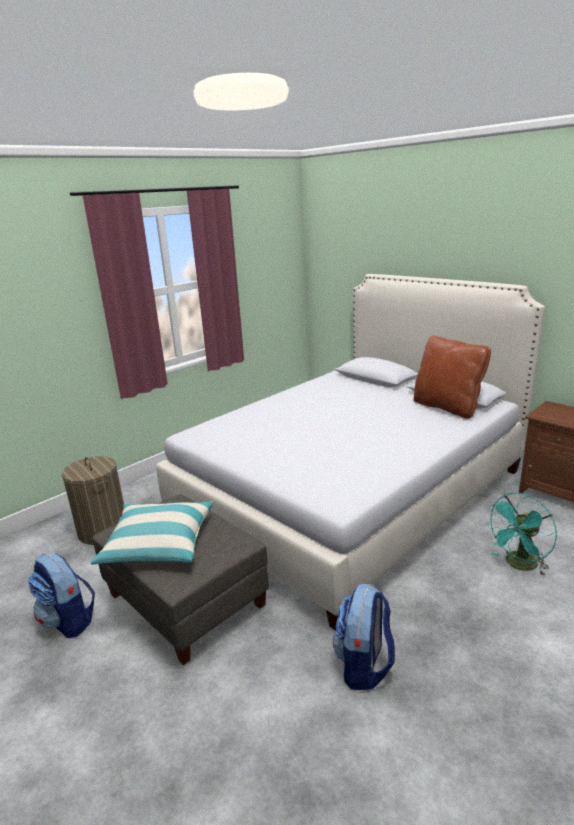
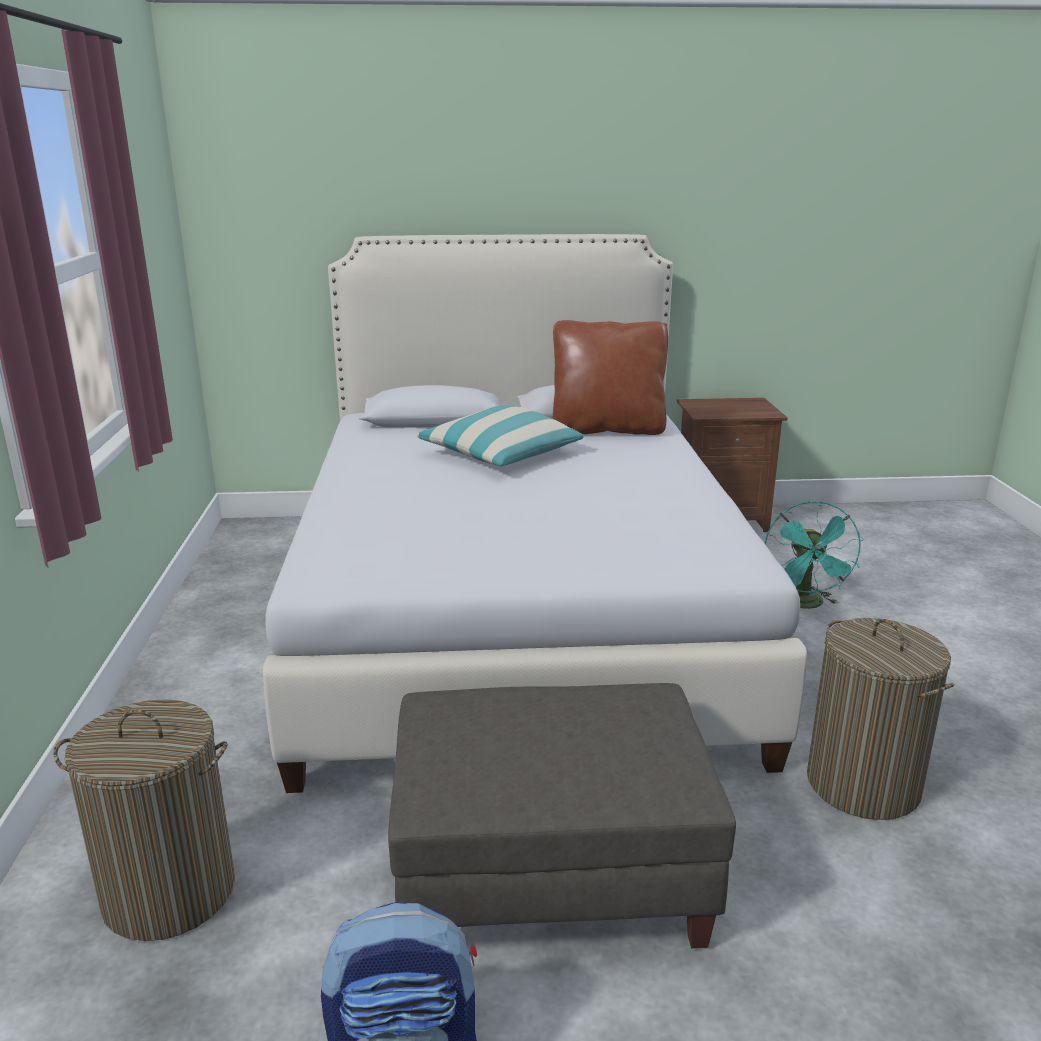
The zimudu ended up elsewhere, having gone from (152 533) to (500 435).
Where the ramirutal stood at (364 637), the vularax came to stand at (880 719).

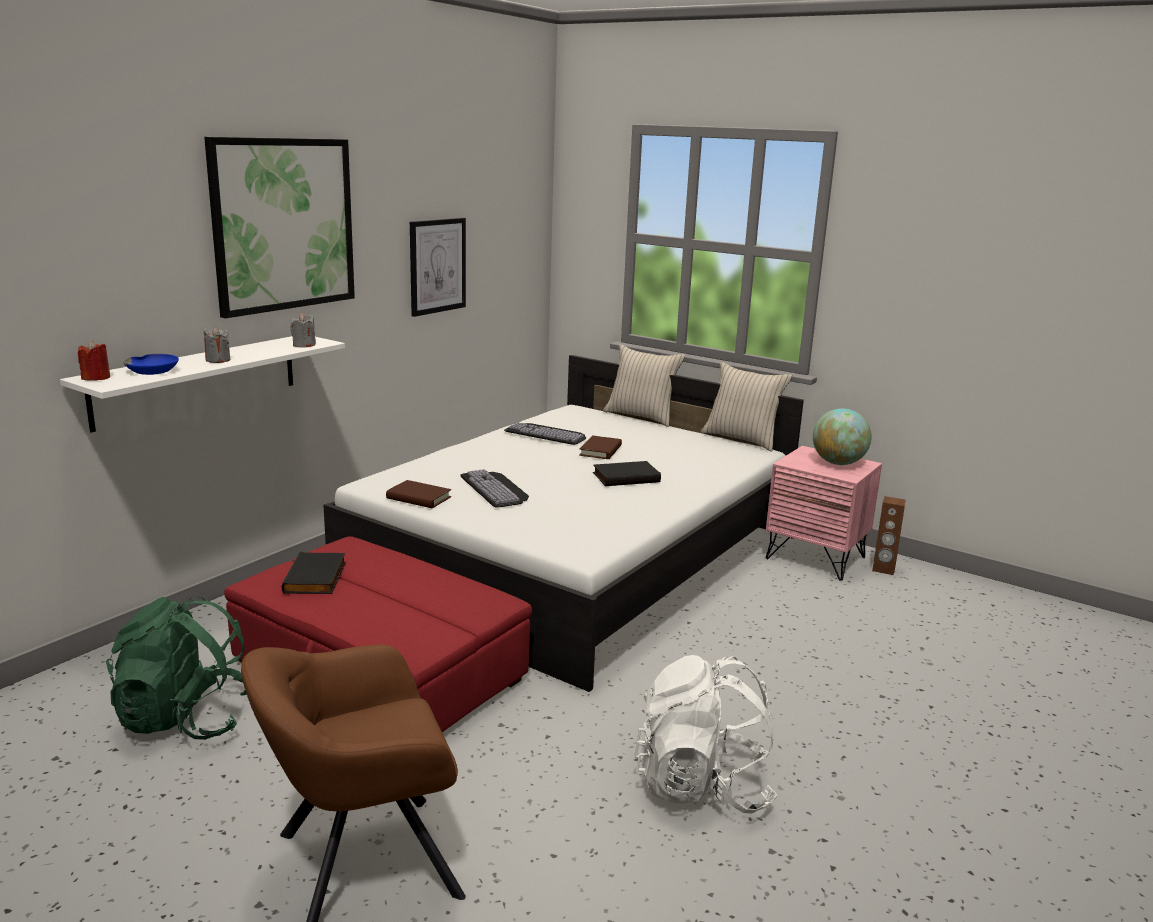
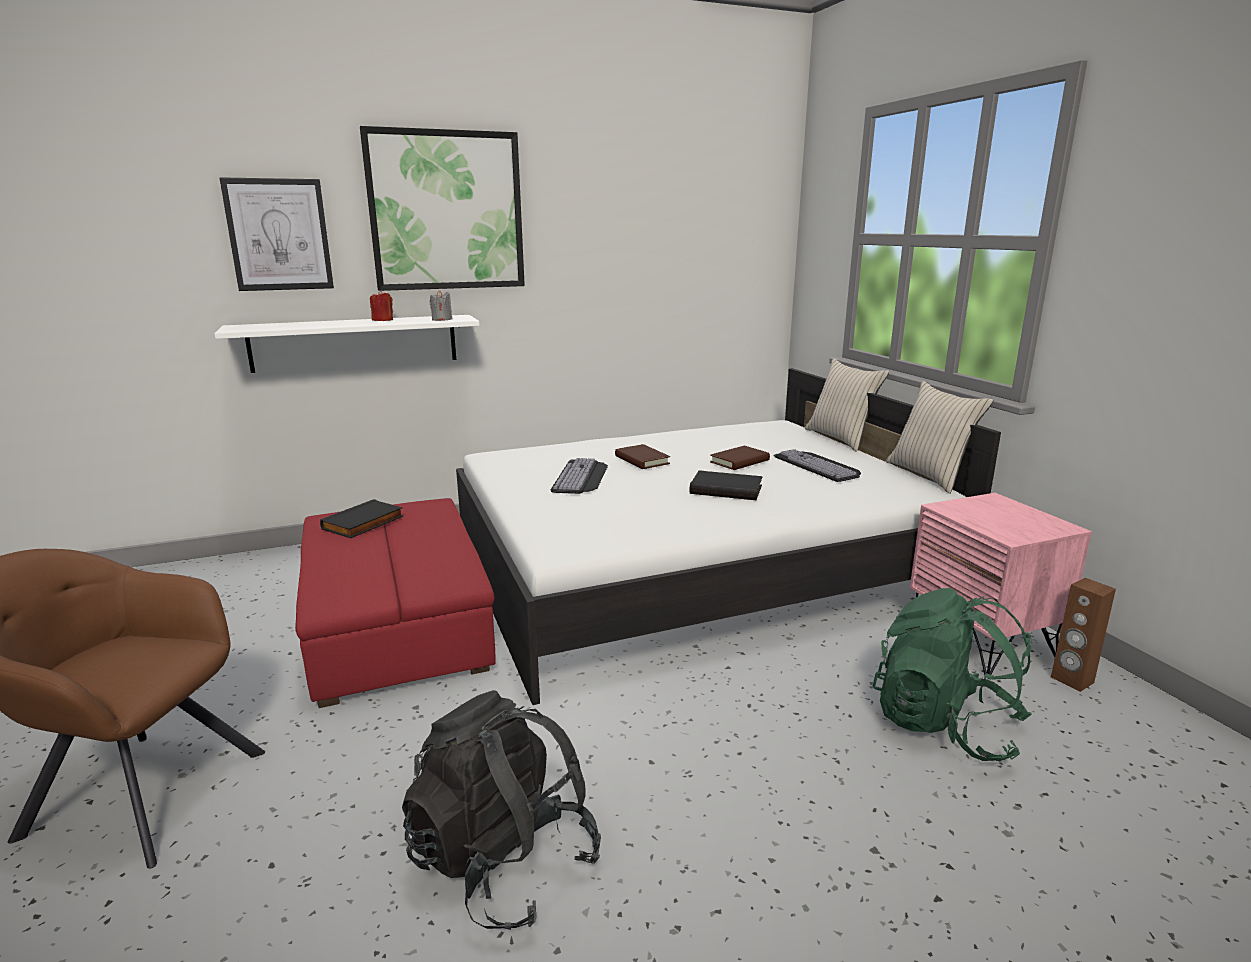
The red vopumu ended up elsewhere, having gone from (94 361) to (381 305).
The green ramirutal ended up elsewhere, having gone from (176 668) to (952 674).
The second view lost the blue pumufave at (151 364).
The second view lost the grey vopumu at (217 344).
The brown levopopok ended up elsewhere, having gone from (418 494) to (642 456).
The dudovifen ended up elsewhere, having gone from (438 267) to (276 234).
The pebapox ended up elsewhere, having gone from (545 433) to (817 465).
What was the white ramirutal at (705 734) turned into the black ramirutal at (501 810).
The second view lost the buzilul at (842 436).

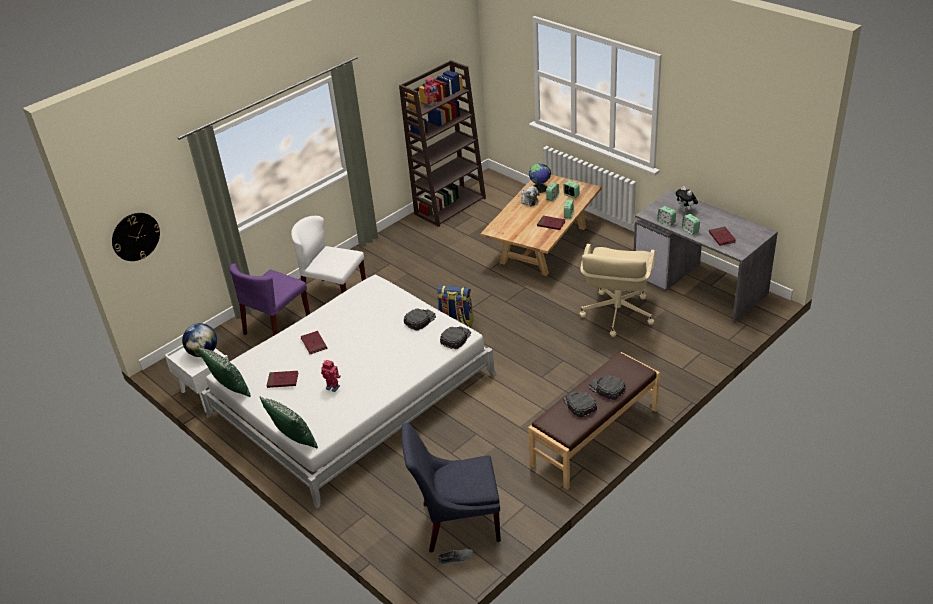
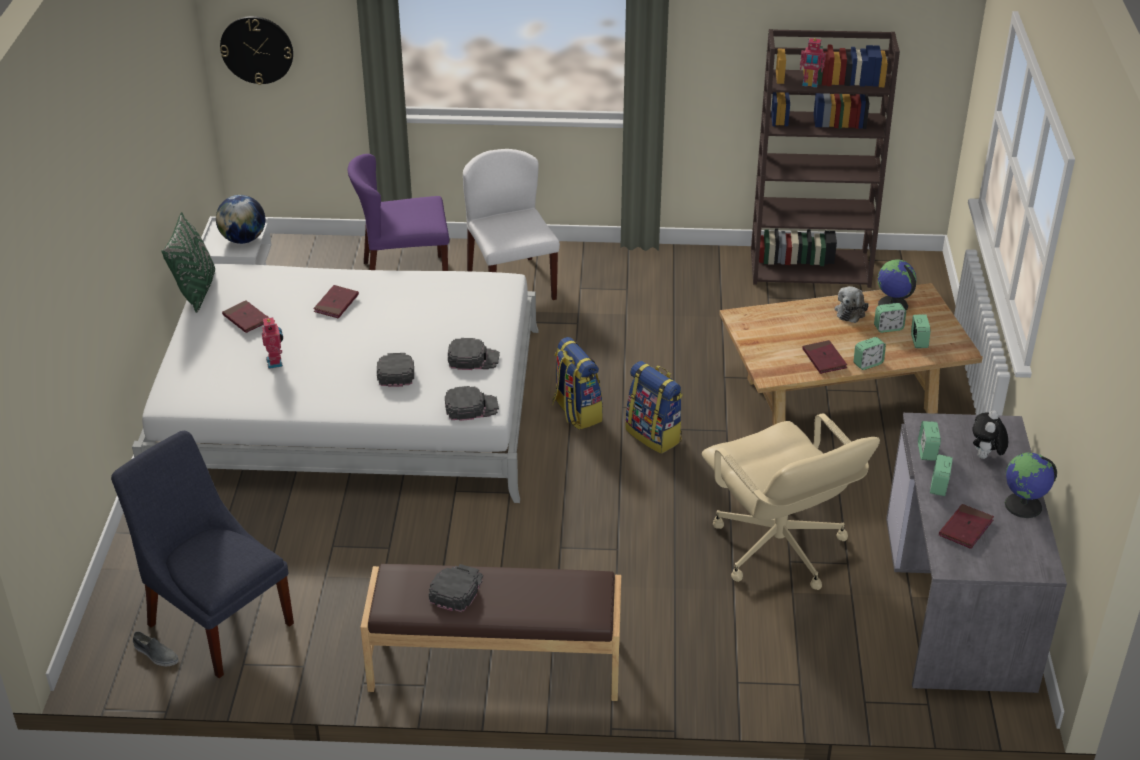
The second view lost the green zimudu at (289 422).
The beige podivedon at (617 290) ended up facing another way, 90 degrees counterclockwise from before.
The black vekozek ended up elsewhere, having gone from (607 388) to (395 370).
The second view gained the ramirutal at (654 407).
The second view gained the buzilul at (1031 485).

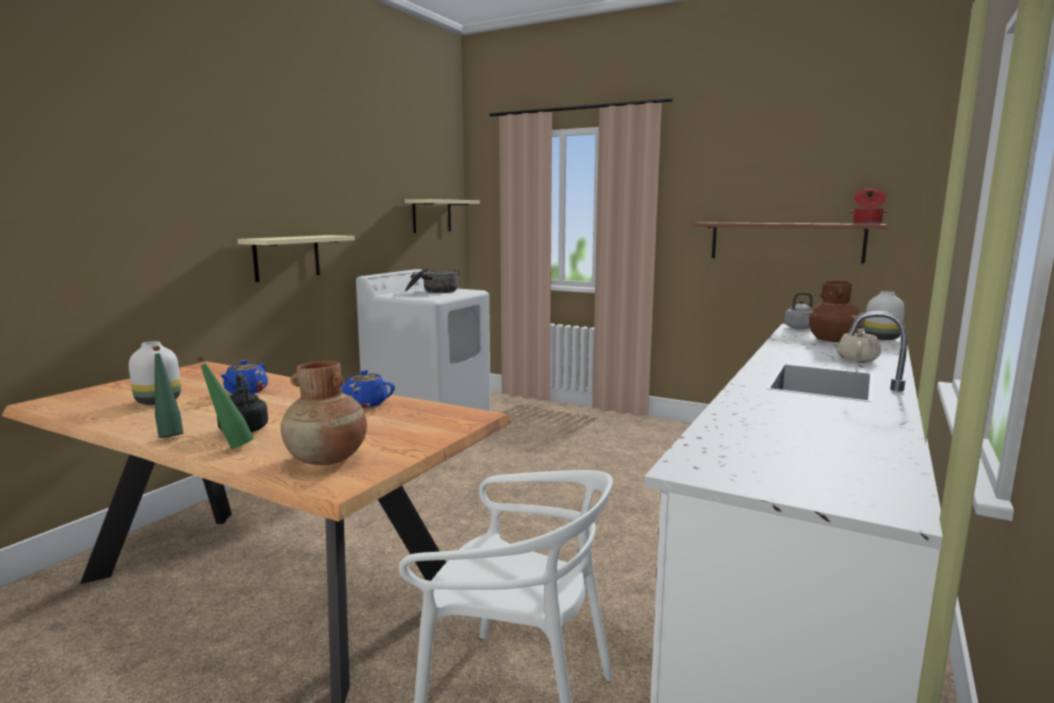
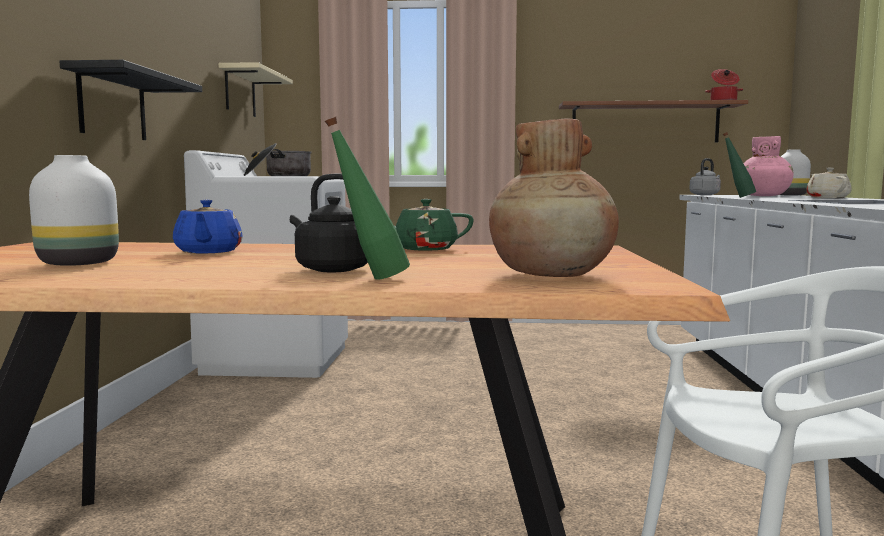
The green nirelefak ended up elsewhere, having gone from (168 392) to (739 165).
What was the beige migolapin at (296 258) turned into the black migolapin at (130 100).
What was the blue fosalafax at (368 389) turned into the green fosalafax at (434 225).
What was the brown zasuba at (836 311) turned into the pink zasuba at (769 166).

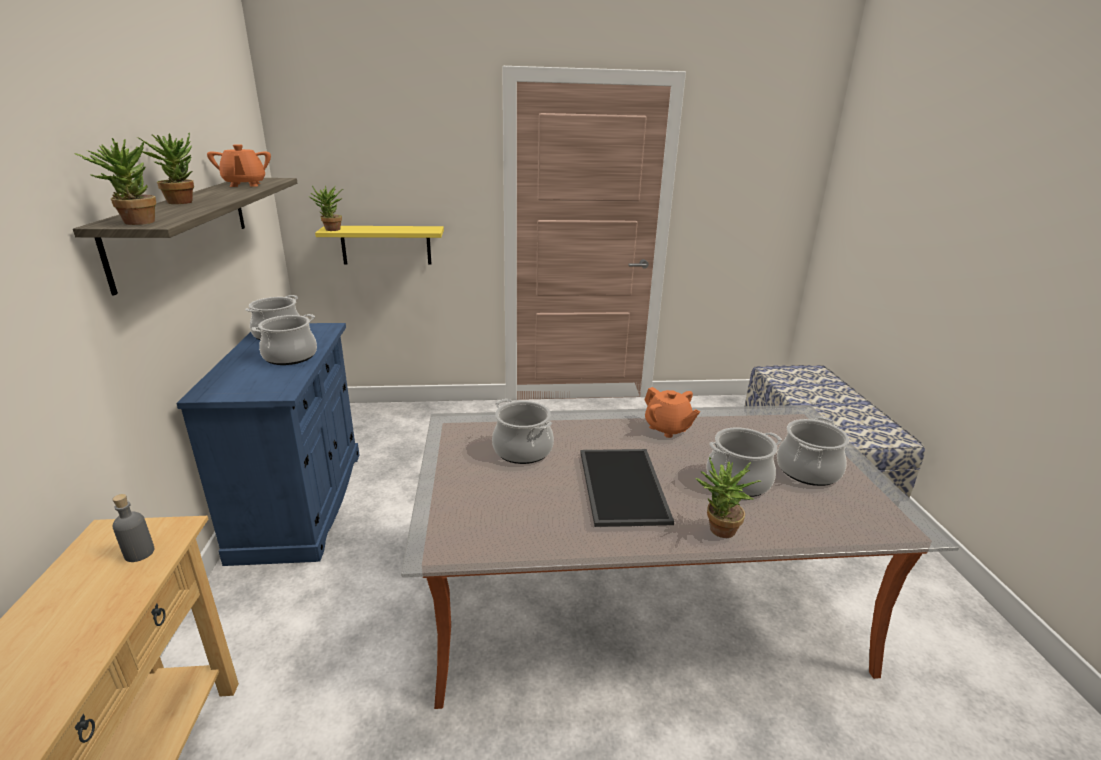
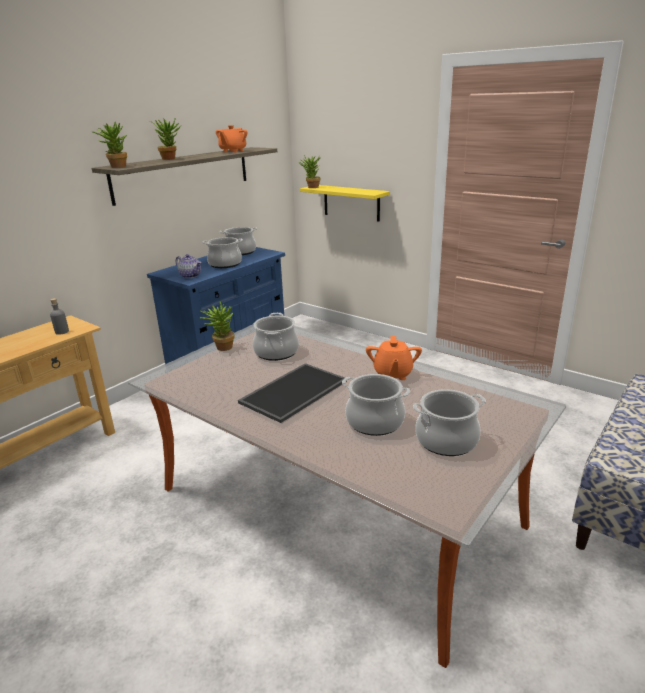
The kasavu ended up elsewhere, having gone from (728 497) to (217 326).
The second view gained the fosalafax at (189 266).

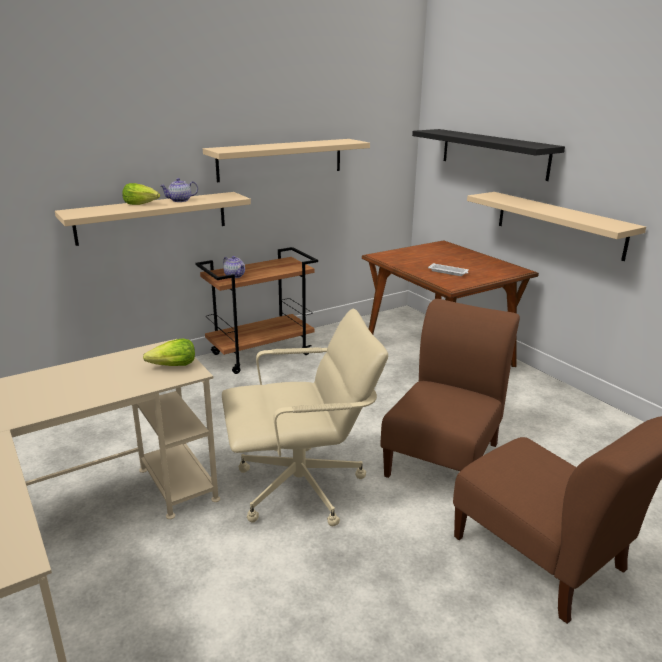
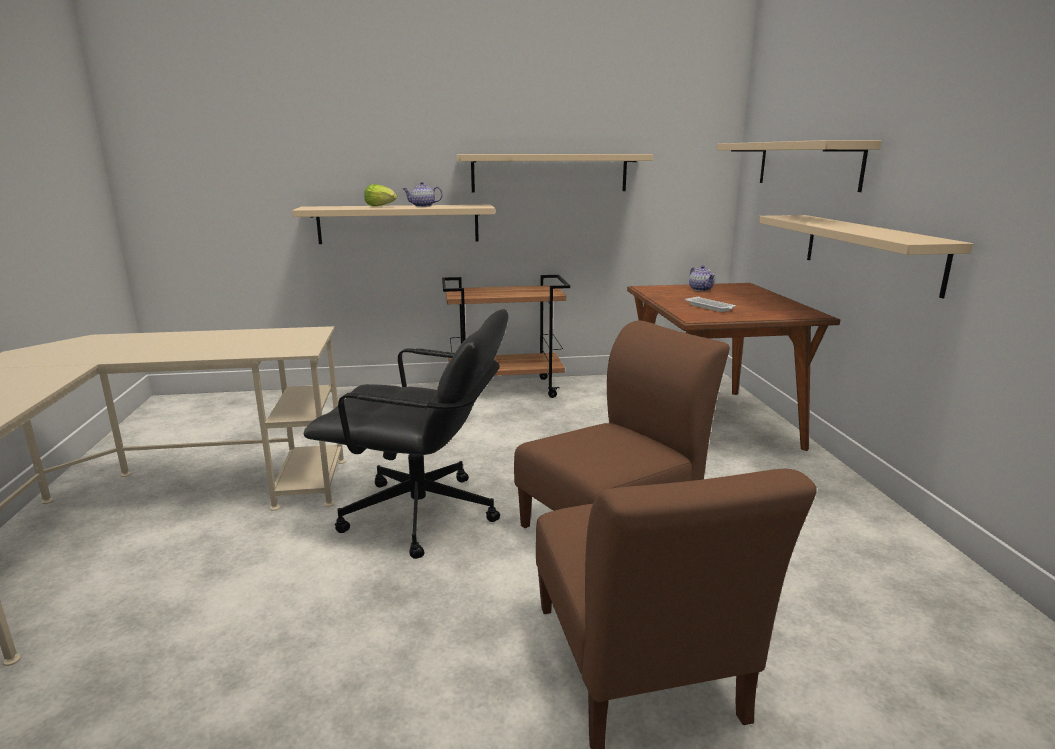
The second view lost the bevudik at (169 352).
What was the beige podivedon at (305 417) turned into the black podivedon at (406 434).
The fosalafax ended up elsewhere, having gone from (234 267) to (702 278).
What was the black migolapin at (488 155) turned into the beige migolapin at (799 166).

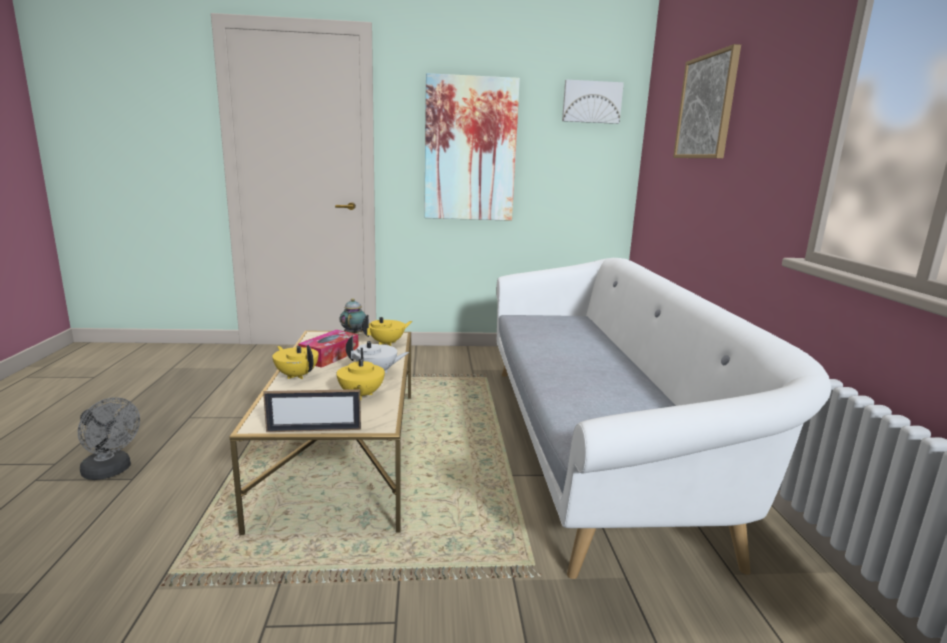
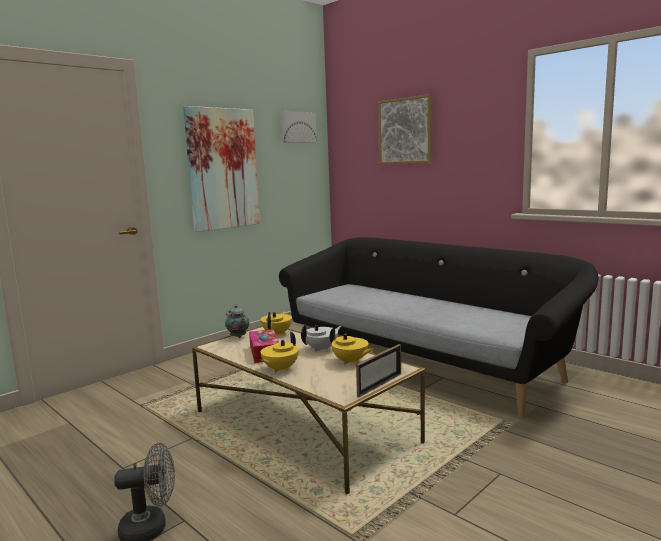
The yellow fosalafax at (295 362) ended up facing another way, 60 degrees counterclockwise from before.
What was the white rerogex at (663 418) turned into the black rerogex at (439 327).

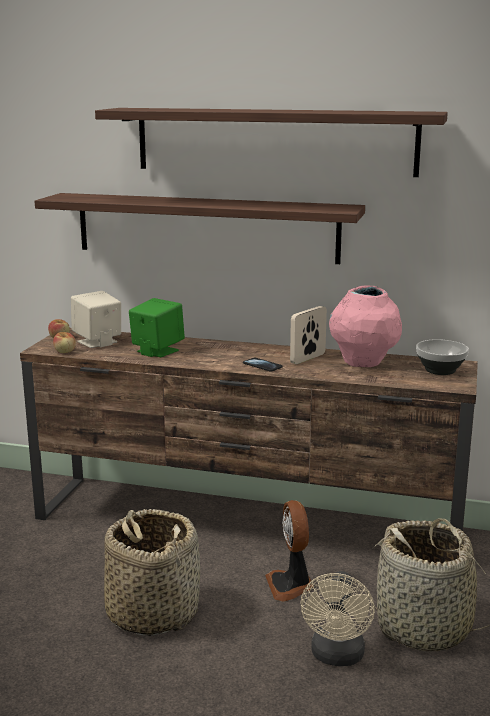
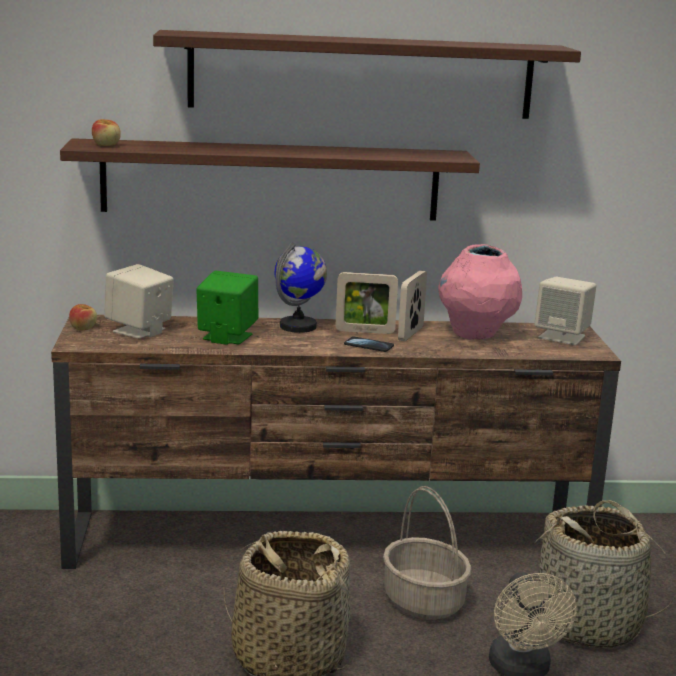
The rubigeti ended up elsewhere, having gone from (64 342) to (106 132).
Where the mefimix stood at (289 550), the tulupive came to stand at (427 553).
Where the pumufave stood at (442 357), the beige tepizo came to stand at (565 311).
The second view gained the buzilul at (301 287).
The second view gained the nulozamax at (367 303).

